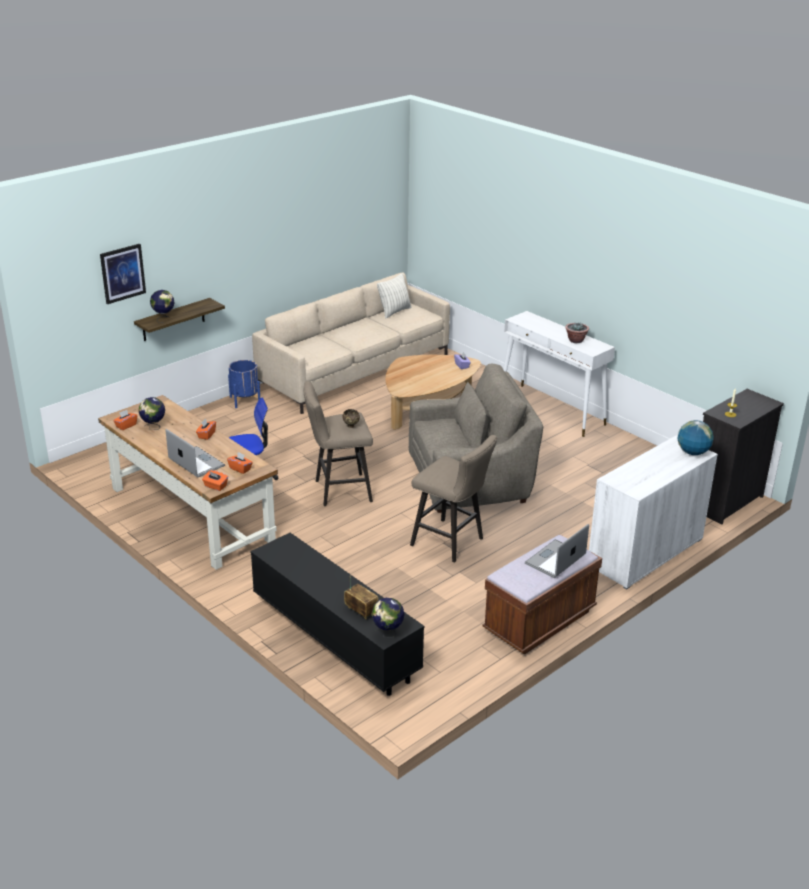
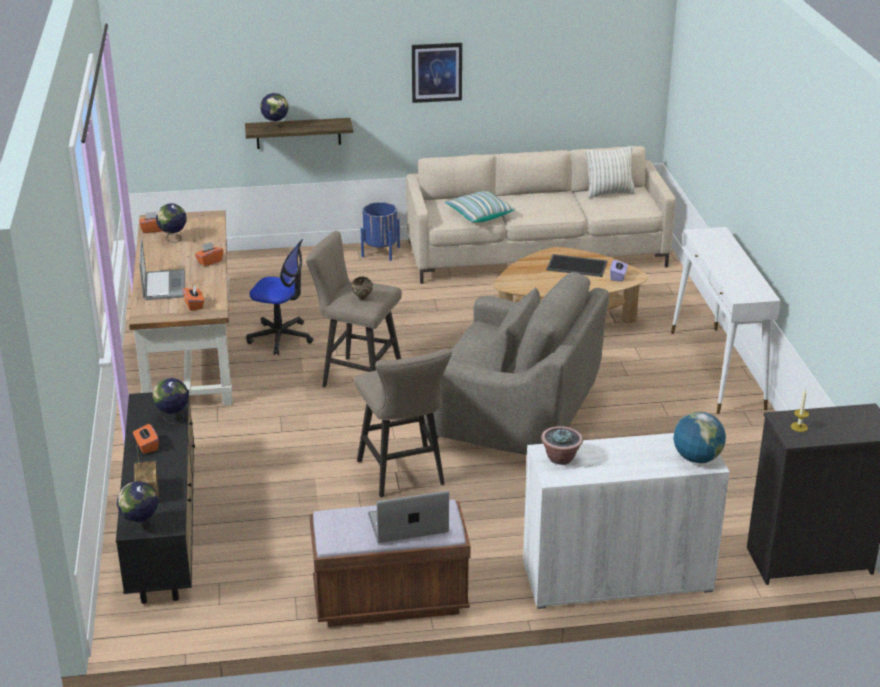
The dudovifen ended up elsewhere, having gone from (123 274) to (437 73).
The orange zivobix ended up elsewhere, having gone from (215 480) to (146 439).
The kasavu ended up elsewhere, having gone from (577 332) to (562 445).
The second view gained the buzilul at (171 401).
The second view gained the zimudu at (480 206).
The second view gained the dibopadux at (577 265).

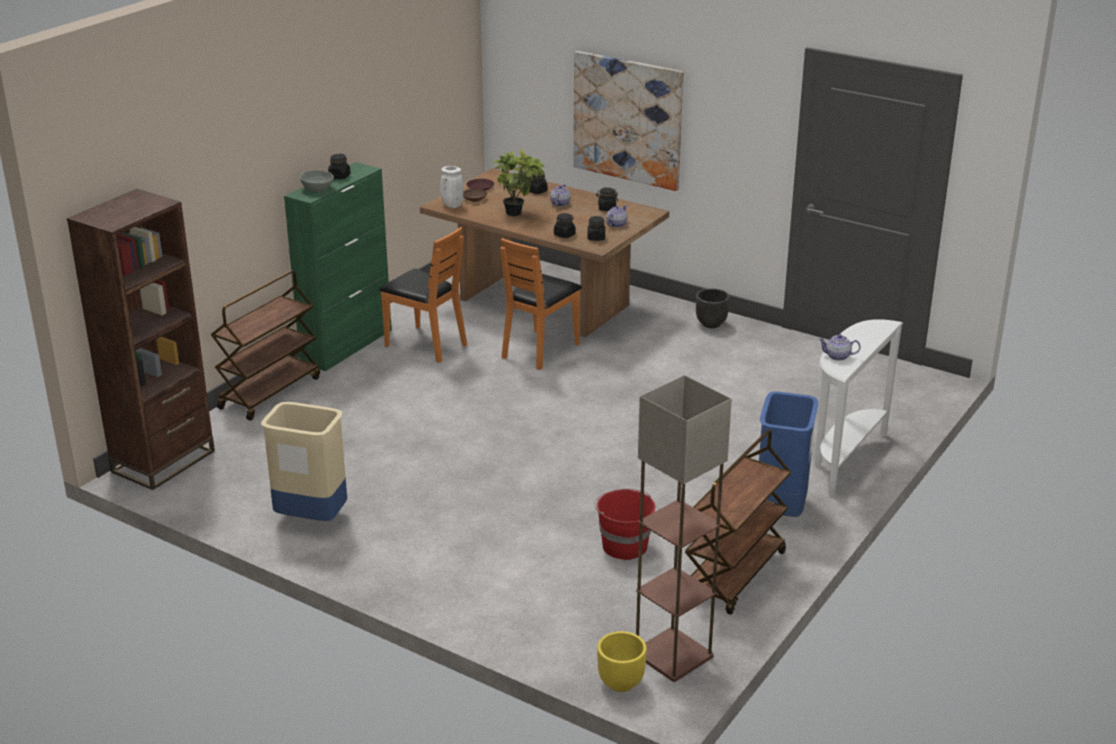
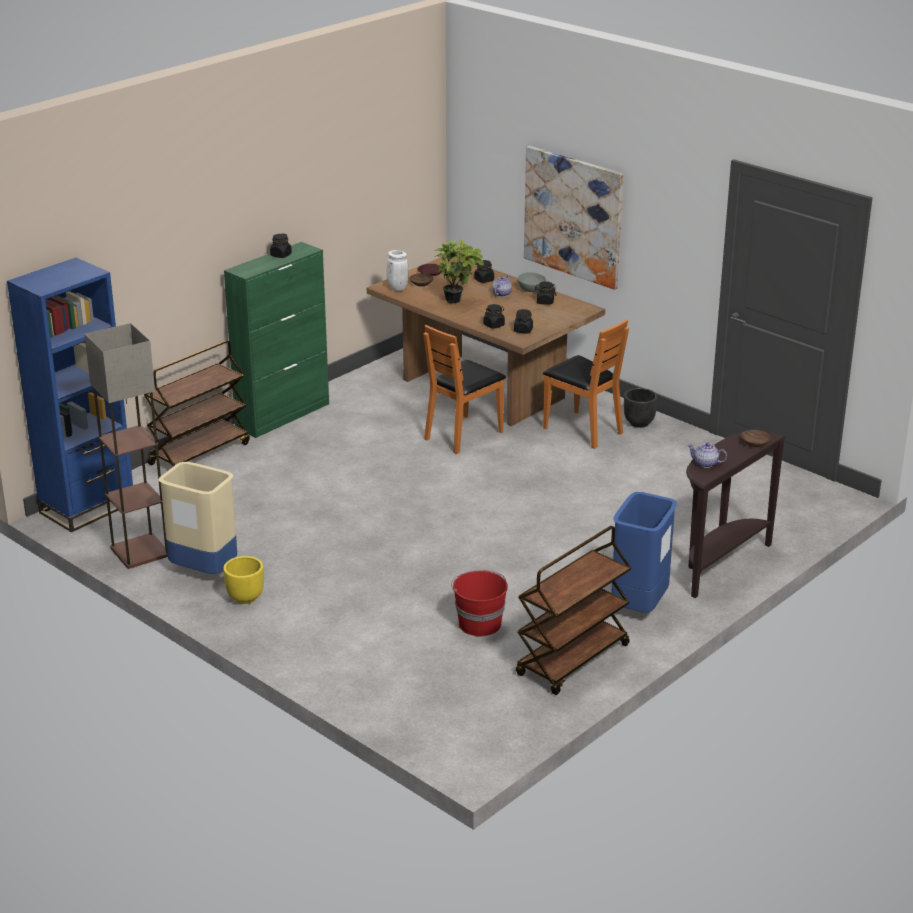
What was the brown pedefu at (141 339) turned into the blue pedefu at (70 395).
The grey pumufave ended up elsewhere, having gone from (317 181) to (532 282).
The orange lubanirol ended up elsewhere, having gone from (423 295) to (586 384).
The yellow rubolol ended up elsewhere, having gone from (622 661) to (243 580).
The second view lost the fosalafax at (616 216).
The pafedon ended up elsewhere, having gone from (684 528) to (126 446).
What was the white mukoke at (858 407) turned into the brown mukoke at (736 515).
The second view gained the brown pumufave at (756 438).

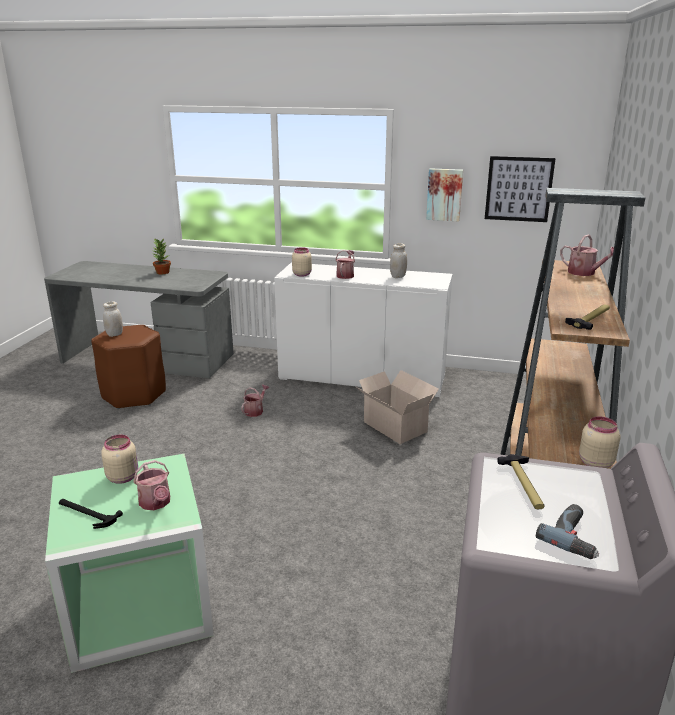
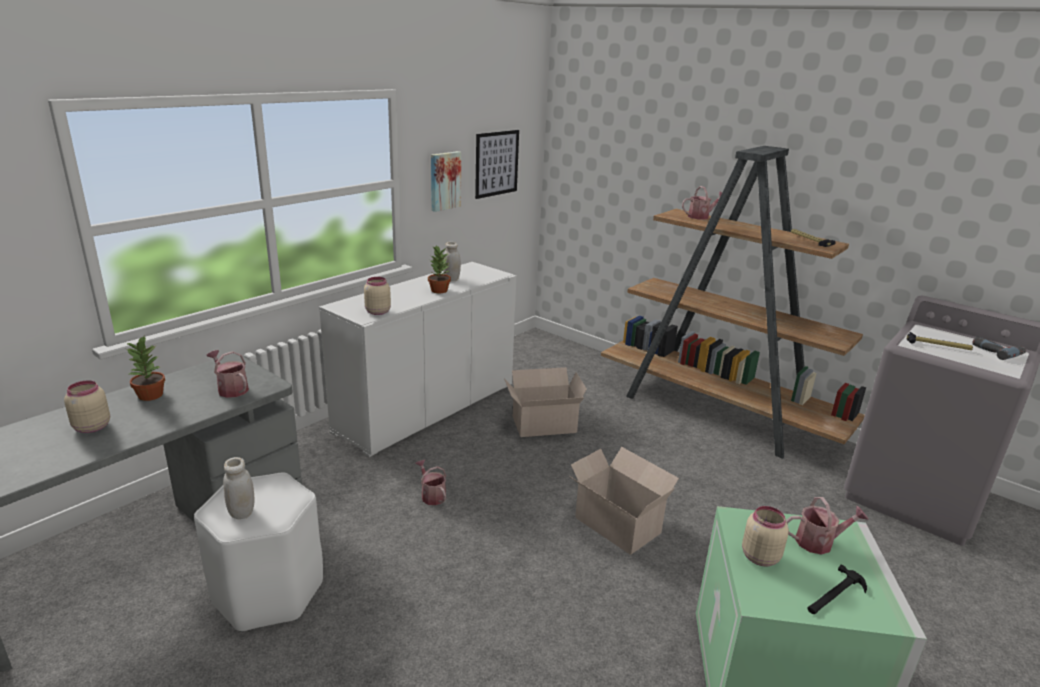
What was the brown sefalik at (128 367) turned into the white sefalik at (258 552).
The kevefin ended up elsewhere, having gone from (345 264) to (228 374).
The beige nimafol ended up elsewhere, having gone from (600 442) to (87 406).
The second view gained the kasavu at (439 269).
The second view gained the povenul at (624 501).

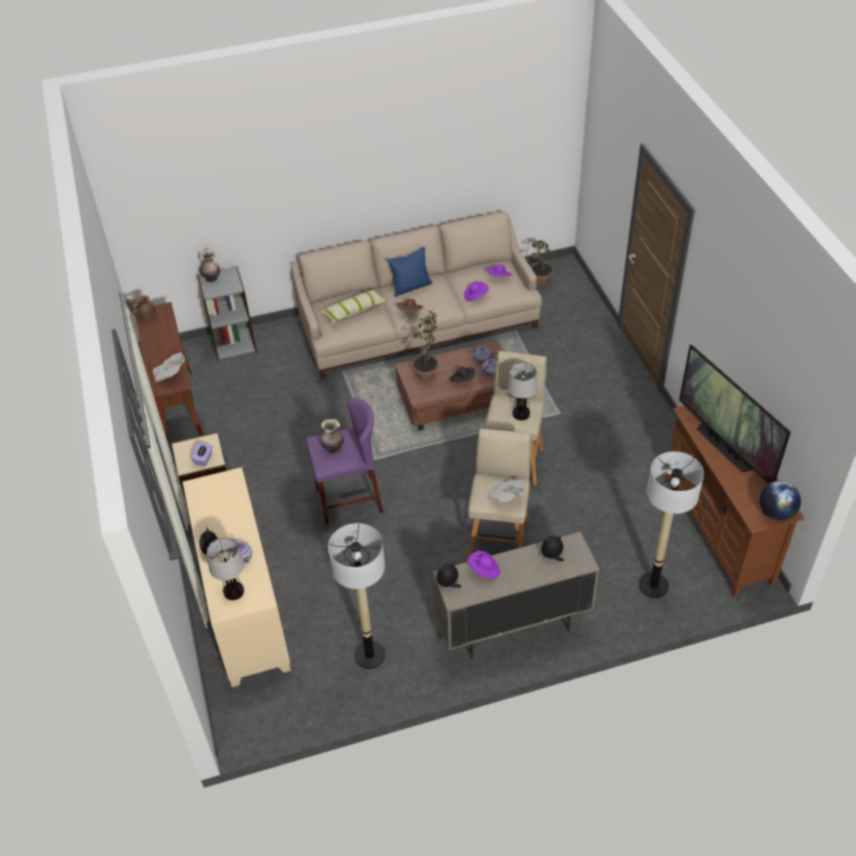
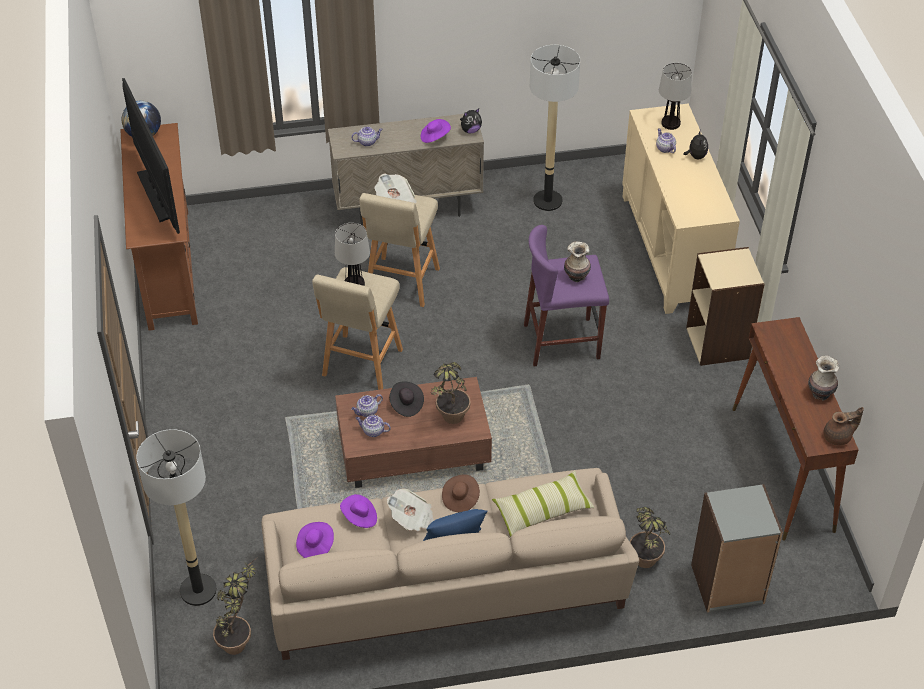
The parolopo ended up elsewhere, having gone from (169 367) to (410 510).
The second view lost the purple zivobix at (202 454).
The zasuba ended up elsewhere, having gone from (209 266) to (823 378).
Where the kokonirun stood at (552 548), the fosalafax came to stand at (367 136).
The pafedon ended up elsewhere, having gone from (671 525) to (176 517).
The second view gained the kasavu at (650 537).

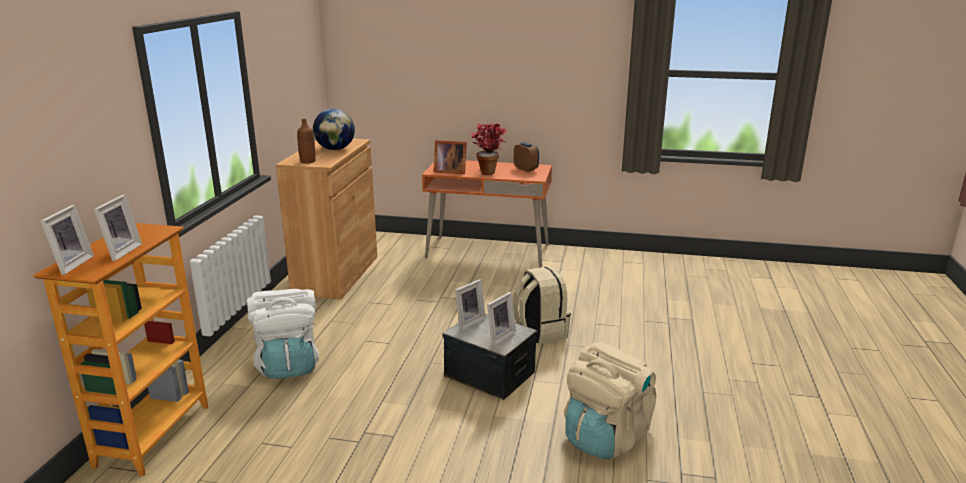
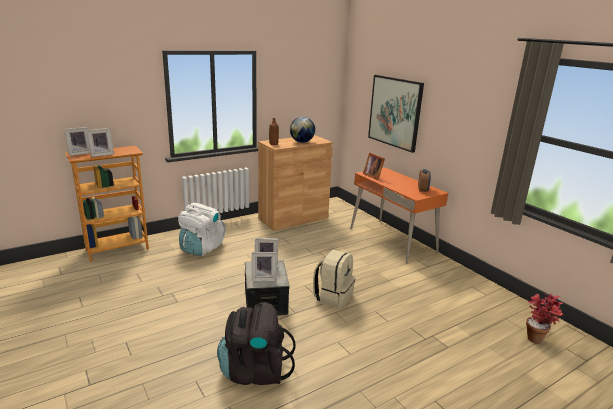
The kasavu ended up elsewhere, having gone from (489 149) to (544 318).
What was the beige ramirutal at (610 401) turned into the black ramirutal at (256 343).
The second view gained the dudovifen at (396 114).

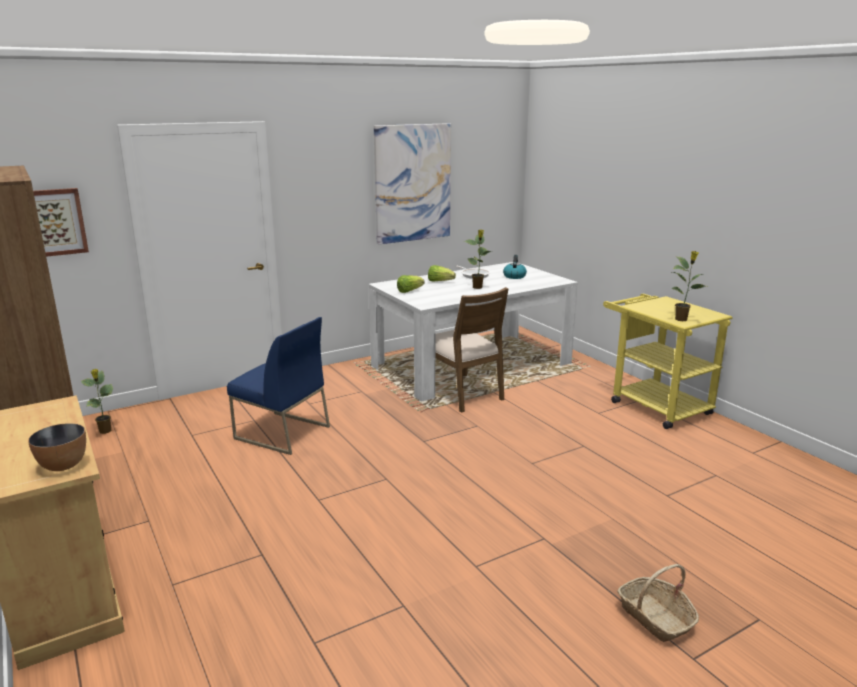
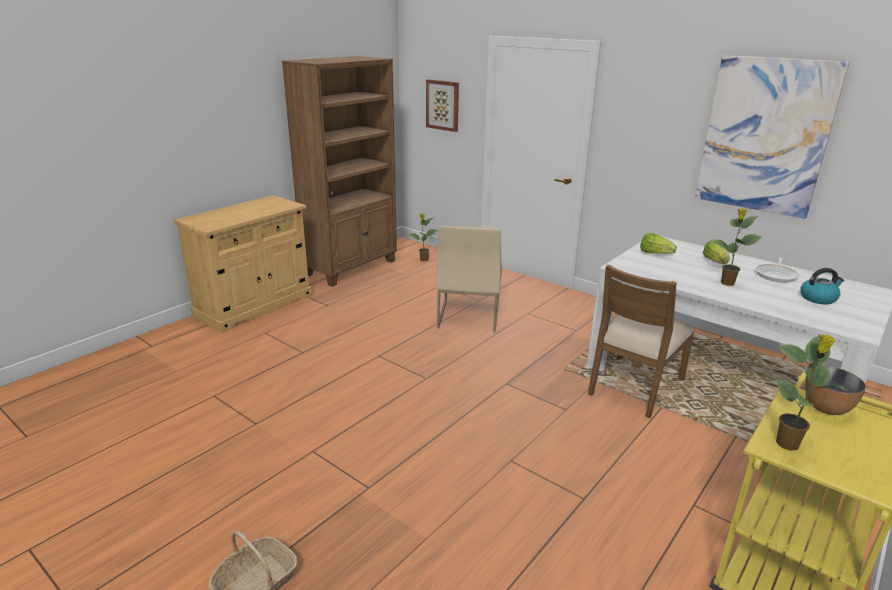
The pumufave ended up elsewhere, having gone from (57 447) to (835 390).
What was the blue lubanirol at (278 386) turned into the beige lubanirol at (469 279).

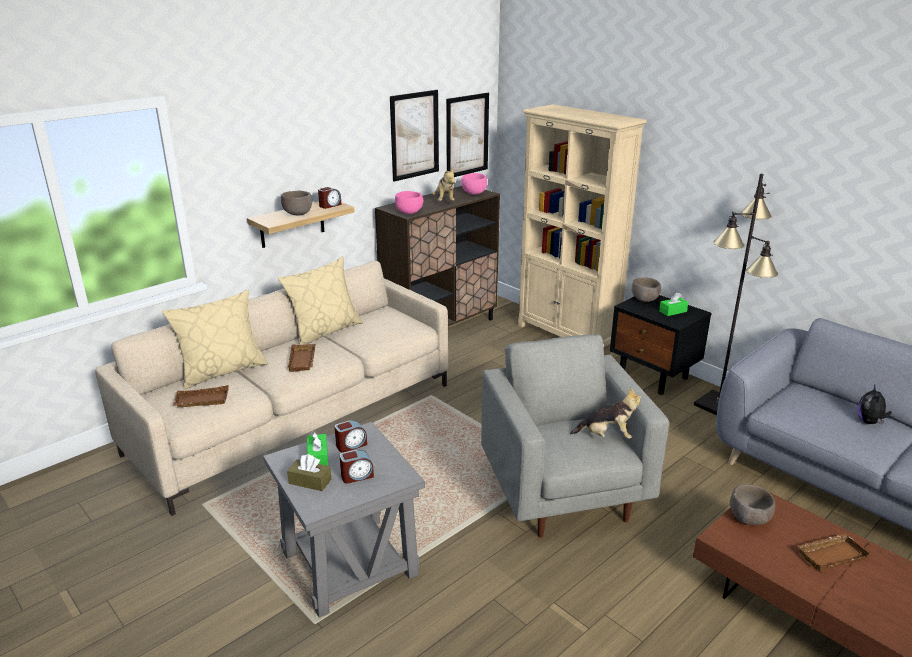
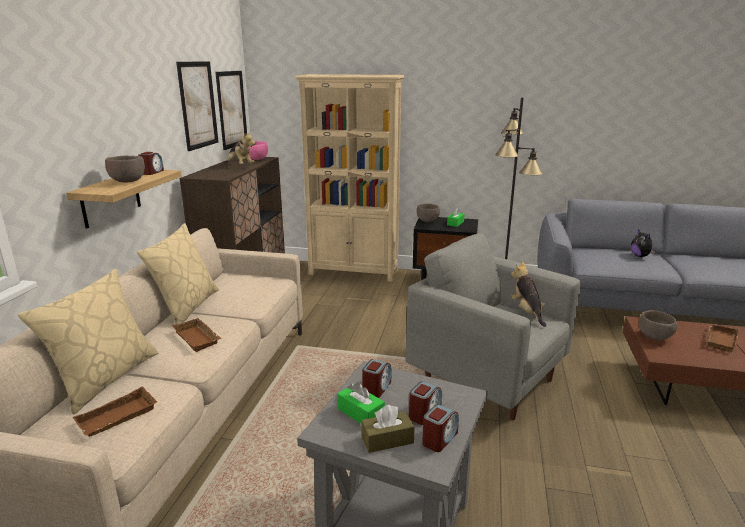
The second view lost the pink pumufave at (409 202).
The kokonirun at (606 413) ended up facing another way, 75 degrees counterclockwise from before.
The second view gained the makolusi at (440 428).

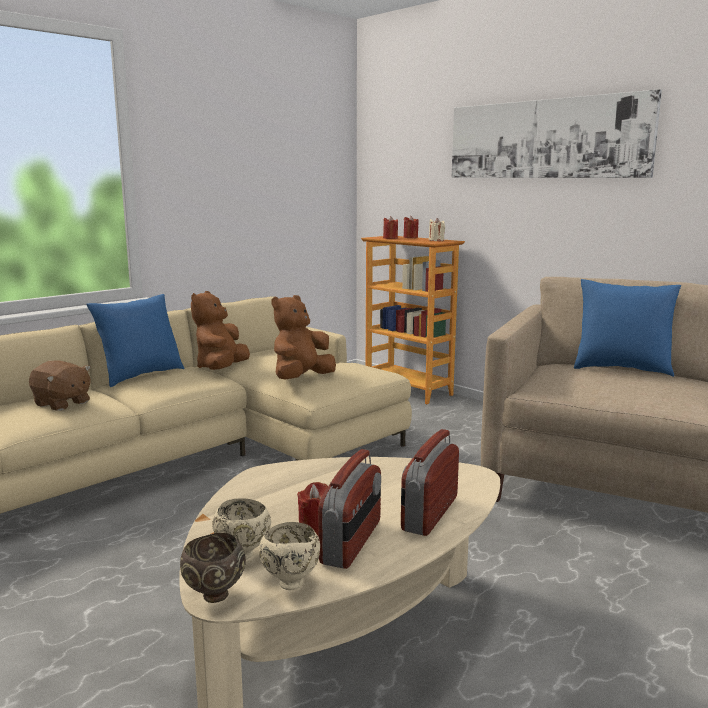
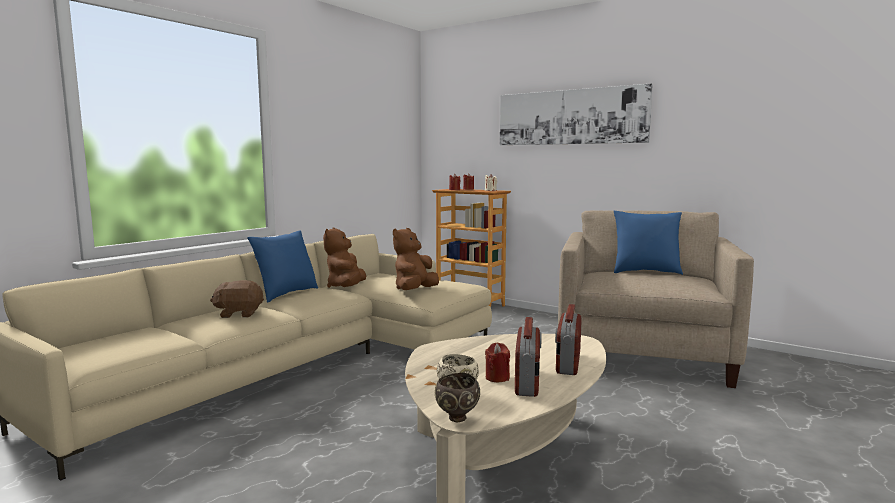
The brown kokonirun at (60 386) ended up facing another way, 150 degrees clockwise from before.
The second view lost the beige pumufave at (289 556).

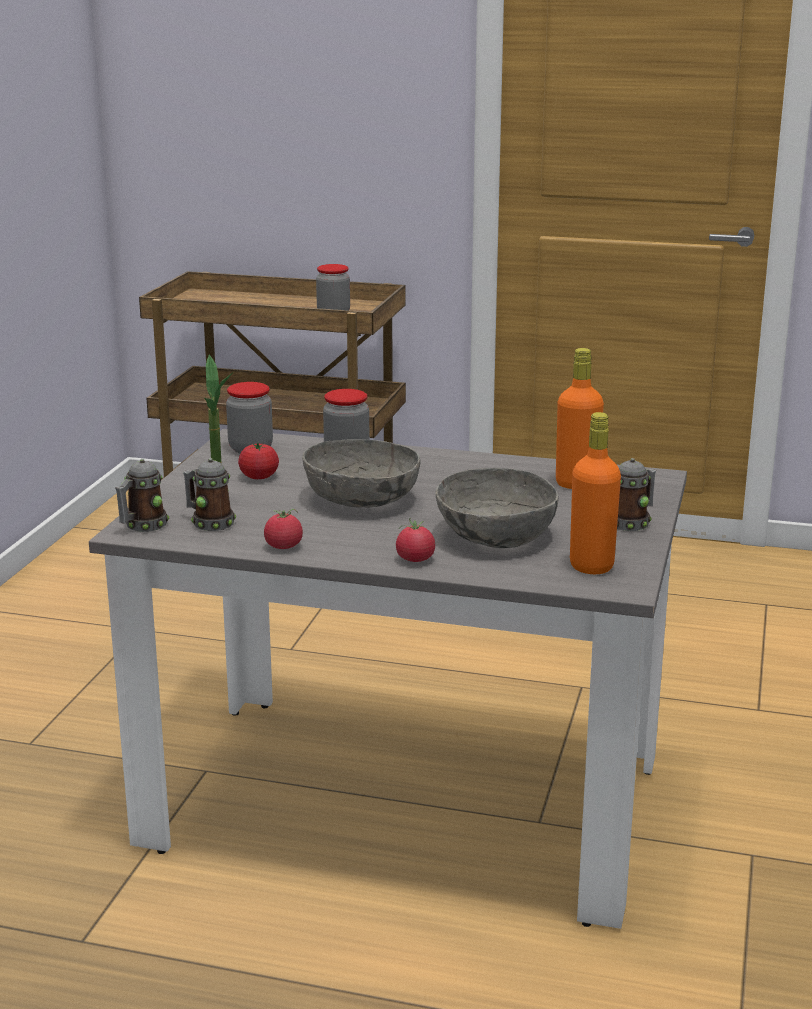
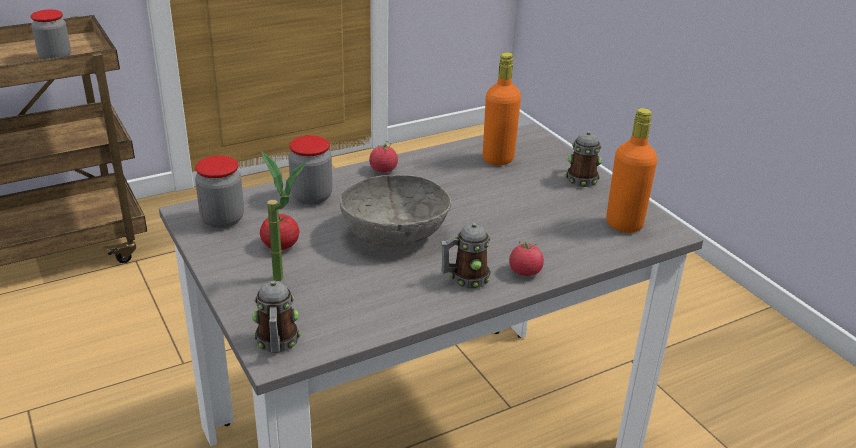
The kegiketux ended up elsewhere, having gone from (209 494) to (466 256).
The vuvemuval ended up elsewhere, having gone from (283 529) to (383 157).
The second view lost the grey pumufave at (497 508).

